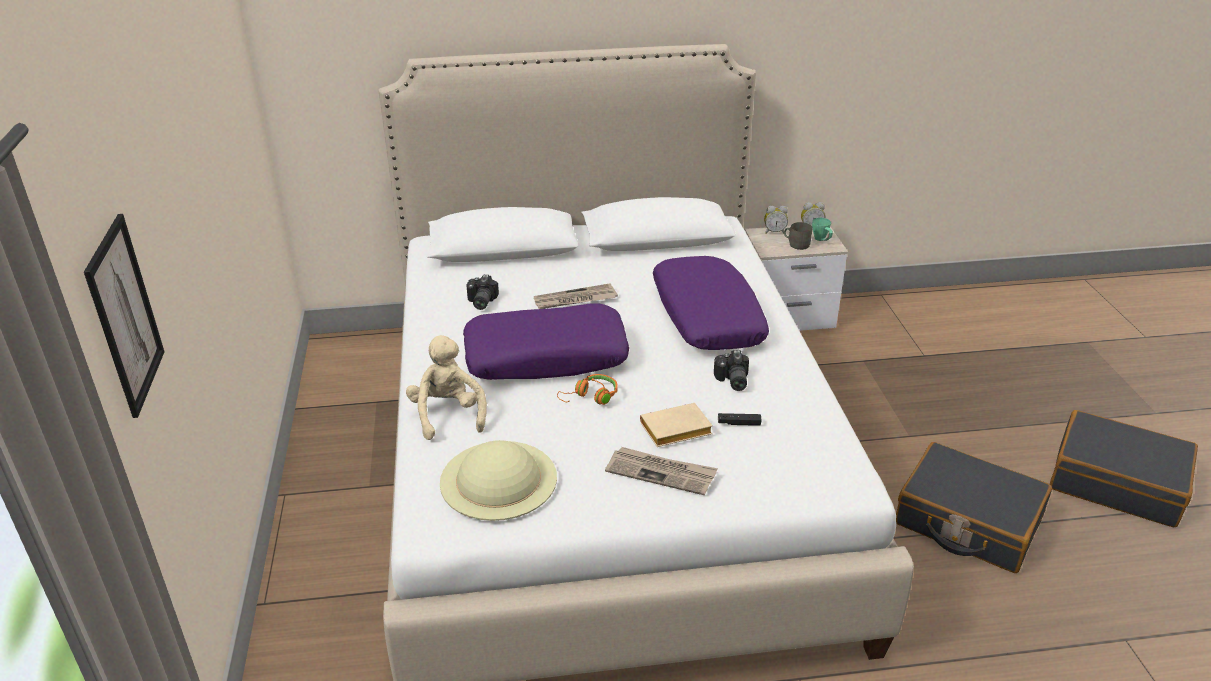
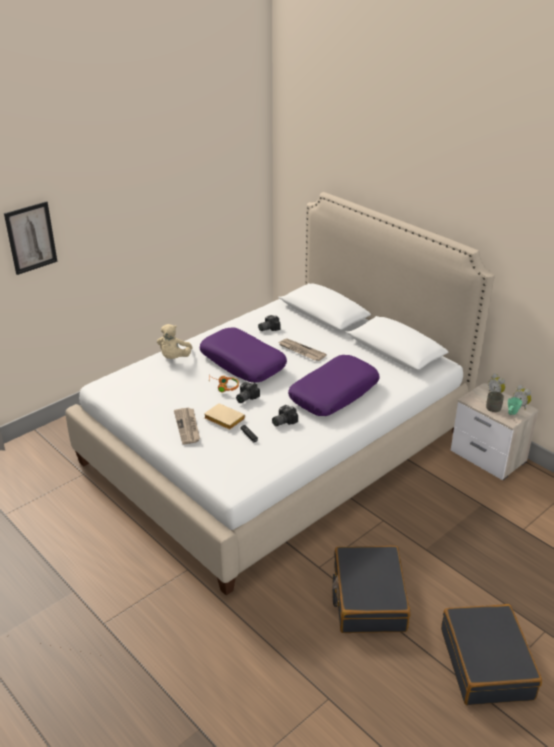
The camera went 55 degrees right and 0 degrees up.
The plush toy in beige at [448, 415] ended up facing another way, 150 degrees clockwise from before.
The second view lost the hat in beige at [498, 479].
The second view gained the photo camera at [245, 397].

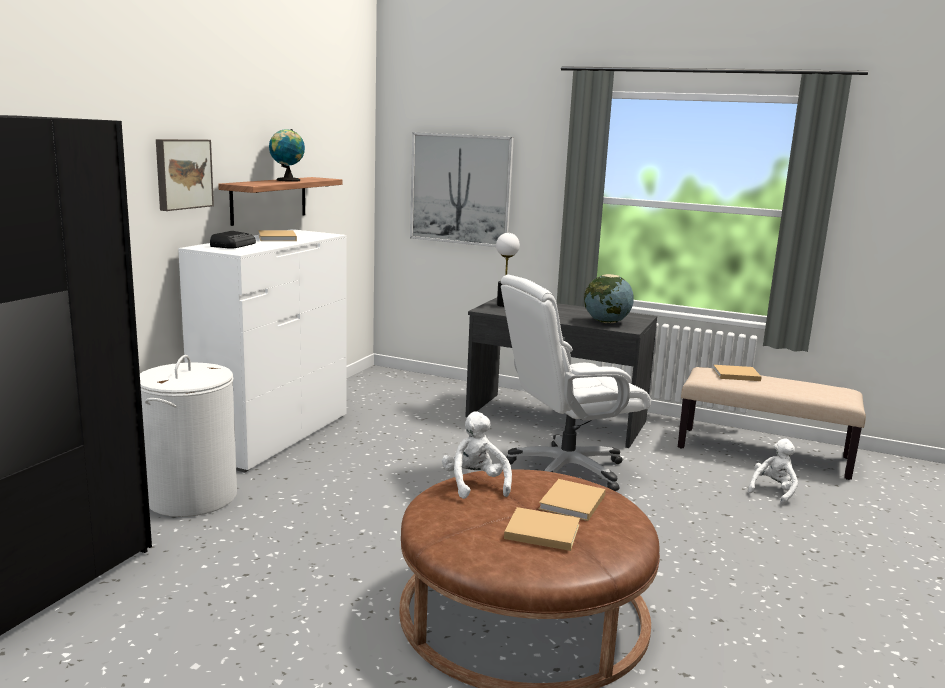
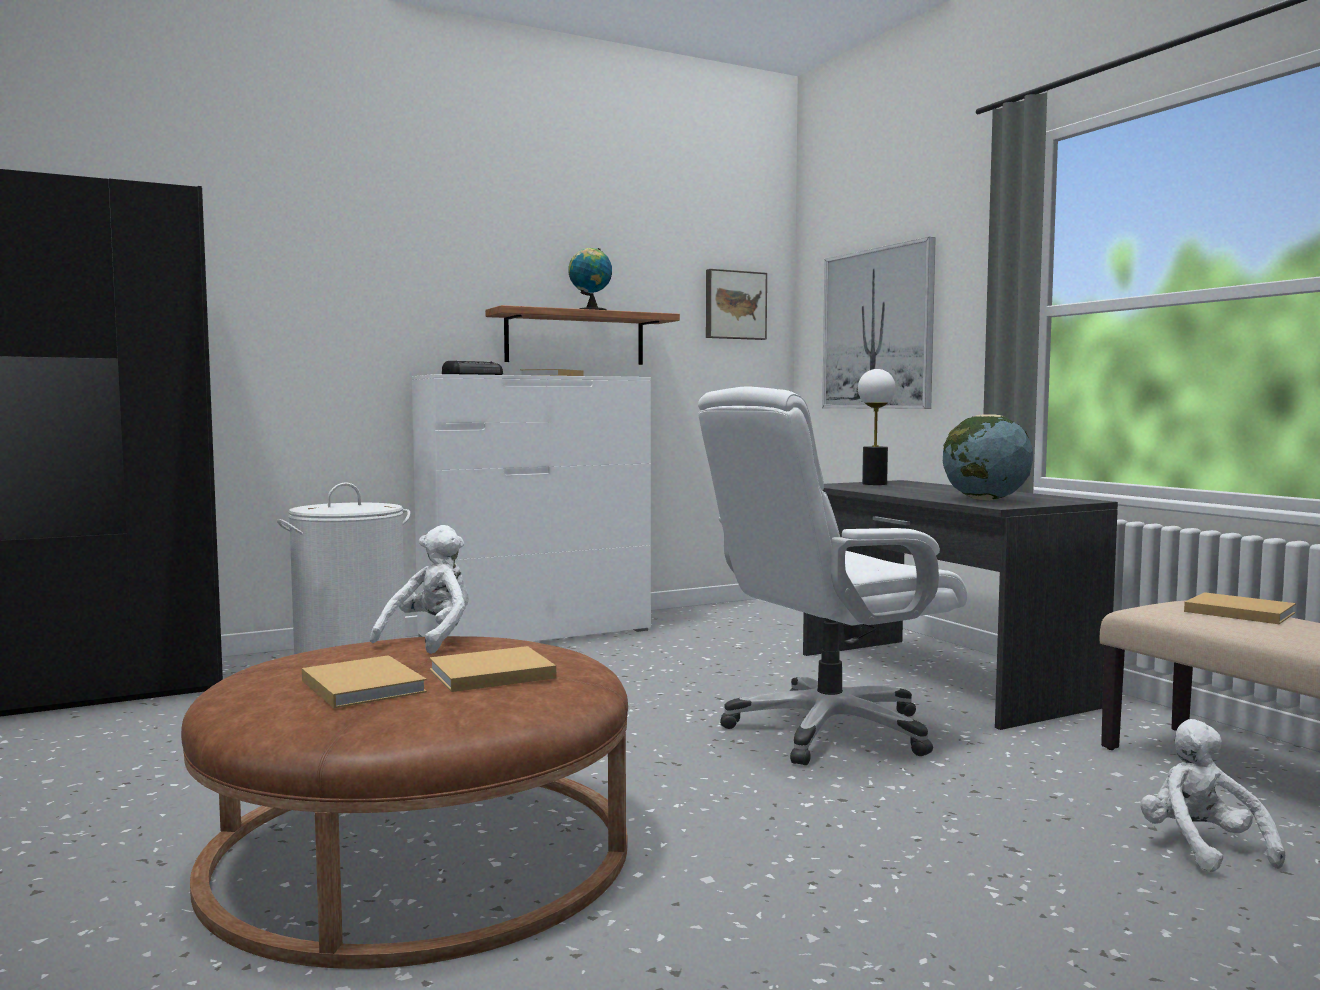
The camera went 40 degrees right and 10 degrees down.
The picture ended up elsewhere, having gone from [182, 174] to [734, 305].
The office chair in white at [565, 470] ended up facing another way, 45 degrees counterclockwise from before.
The plush toy in white at [773, 492] ended up facing another way, 90 degrees counterclockwise from before.

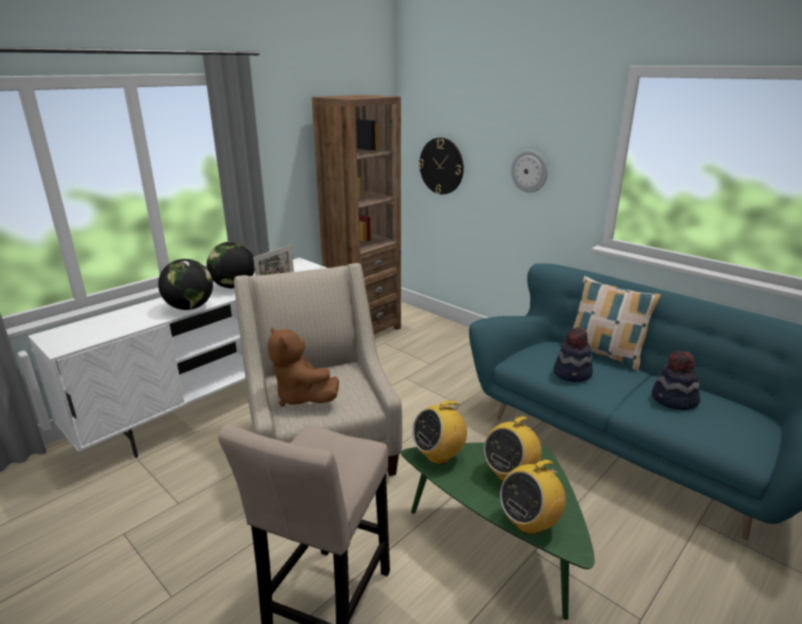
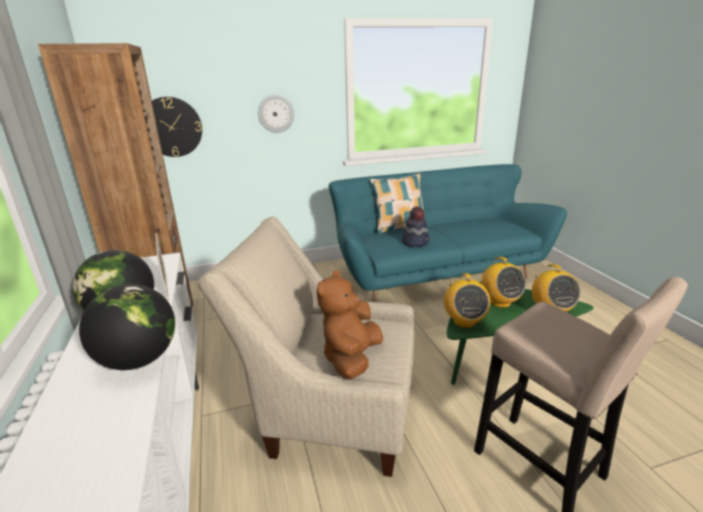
The camera went 60 degrees left and 0 degrees up.
The plush toy in brown at [301, 397] ended up facing another way, 120 degrees clockwise from before.
The second view lost the hat at [674, 400].

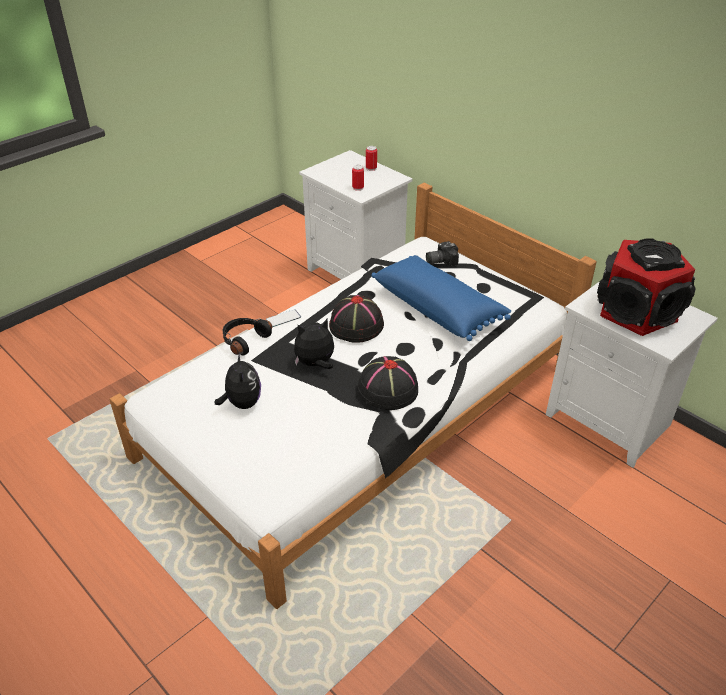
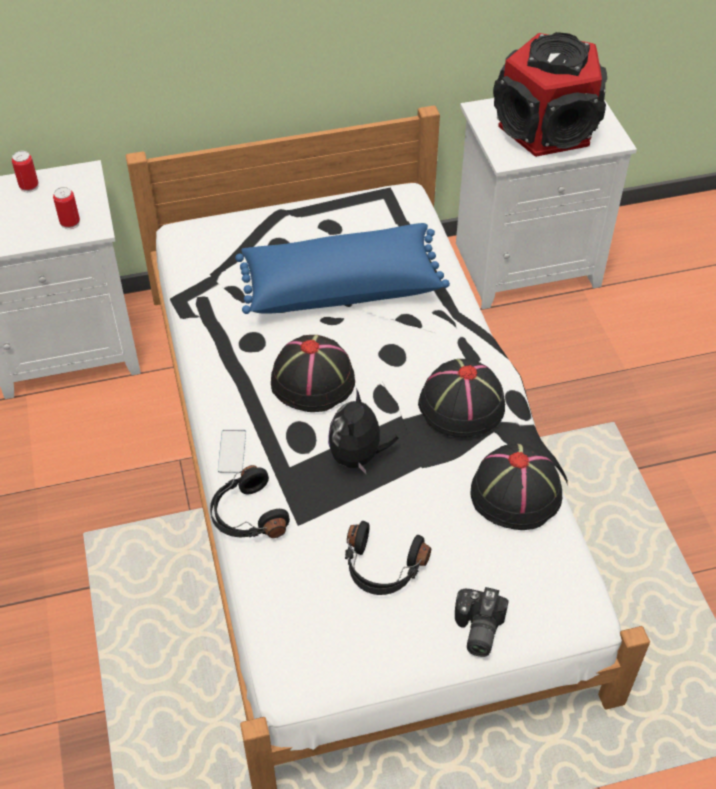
The camera went 60 degrees left and 10 degrees up.
Where the plush toy stood at [242, 403], the headphones in black came to stand at [382, 568].
The photo camera ended up elsewhere, having gone from [440, 260] to [476, 629].
The second view gained the hat in black at [516, 493].

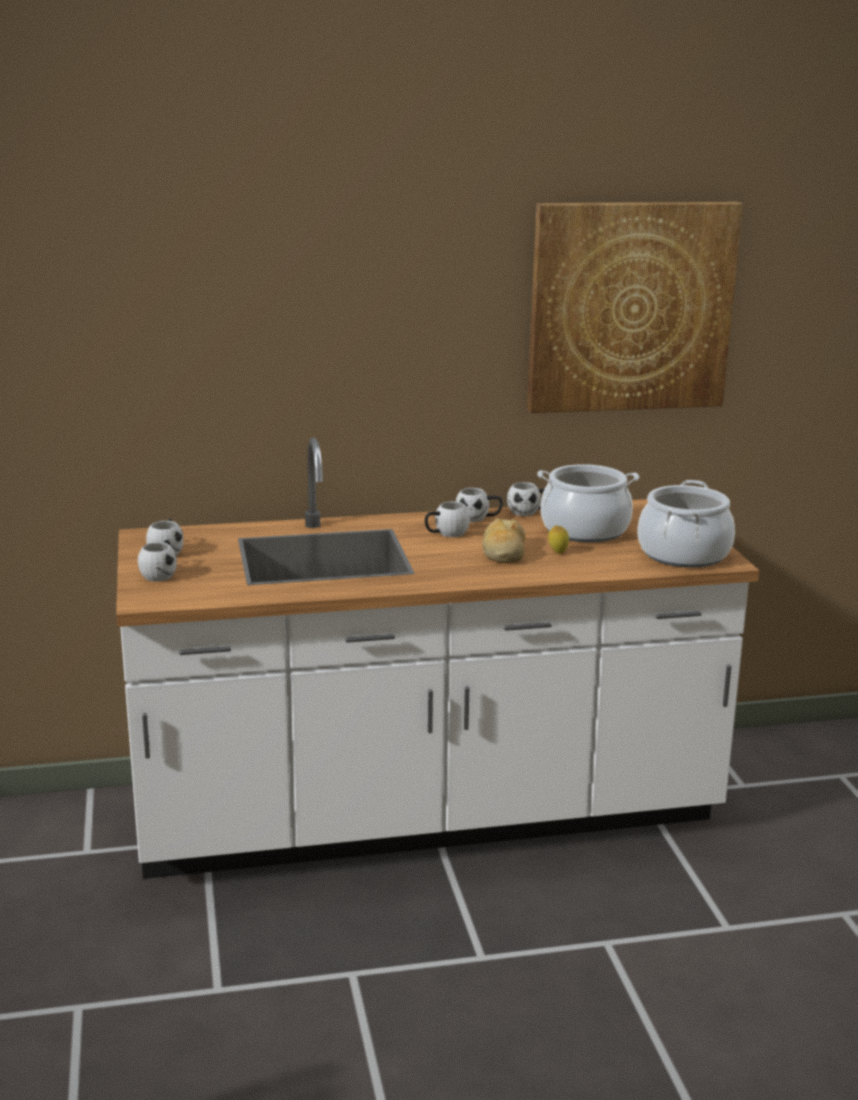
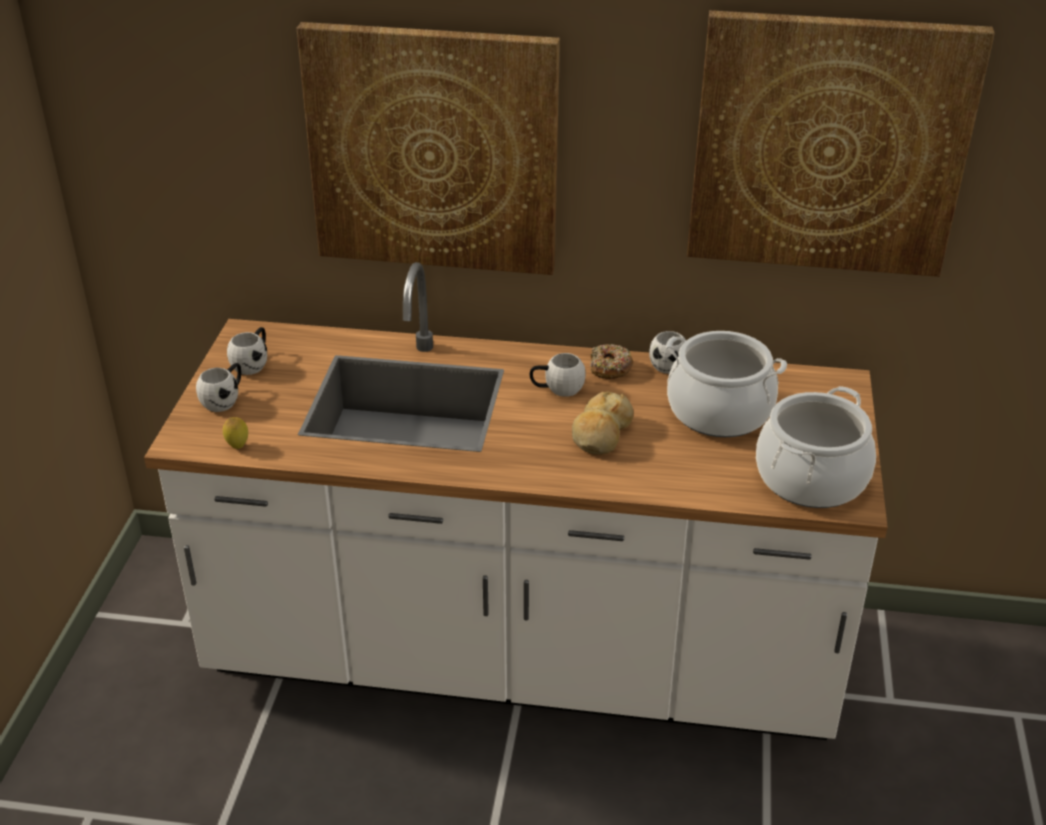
The camera went 20 degrees right and 15 degrees up.
Where the mug in white stood at [478, 518], the donut came to stand at [609, 368].
The lemon ended up elsewhere, having gone from [558, 552] to [237, 446].
The second view gained the picture at [433, 150].

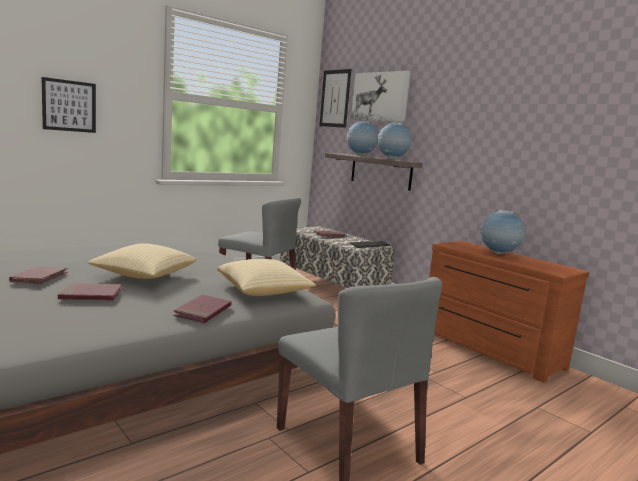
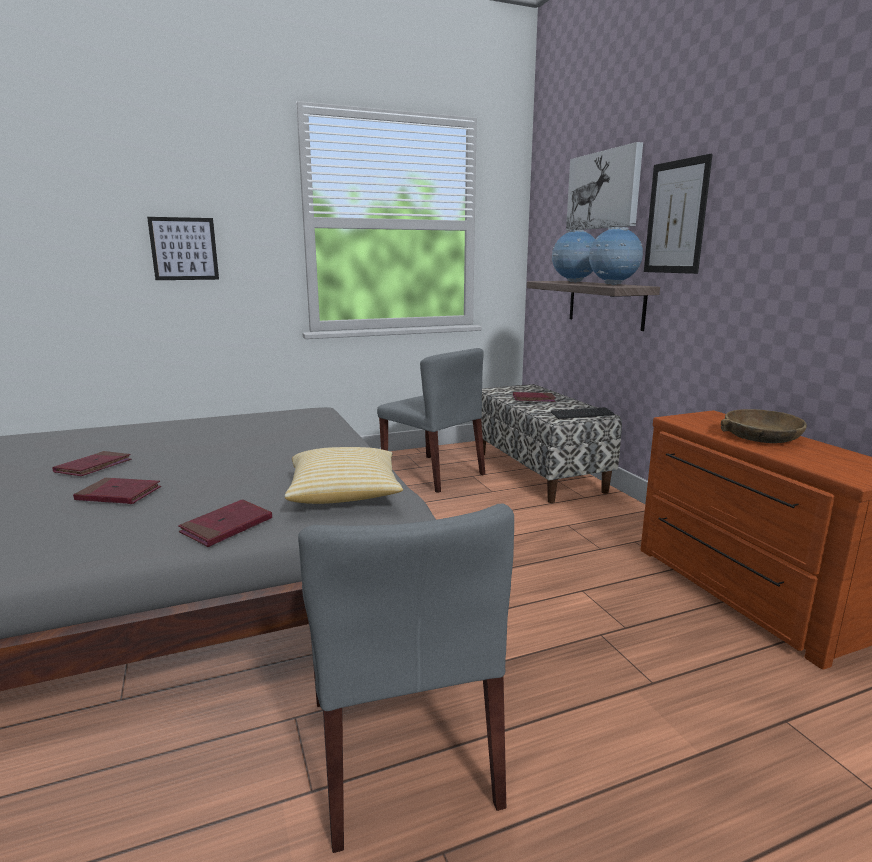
The camera went 20 degrees right and 5 degrees up.
The second view lost the pillow at [144, 276].
The picture ended up elsewhere, having gone from [335, 98] to [676, 217].
Where the globe stood at [498, 254], the bowl in brown came to stand at [761, 437].

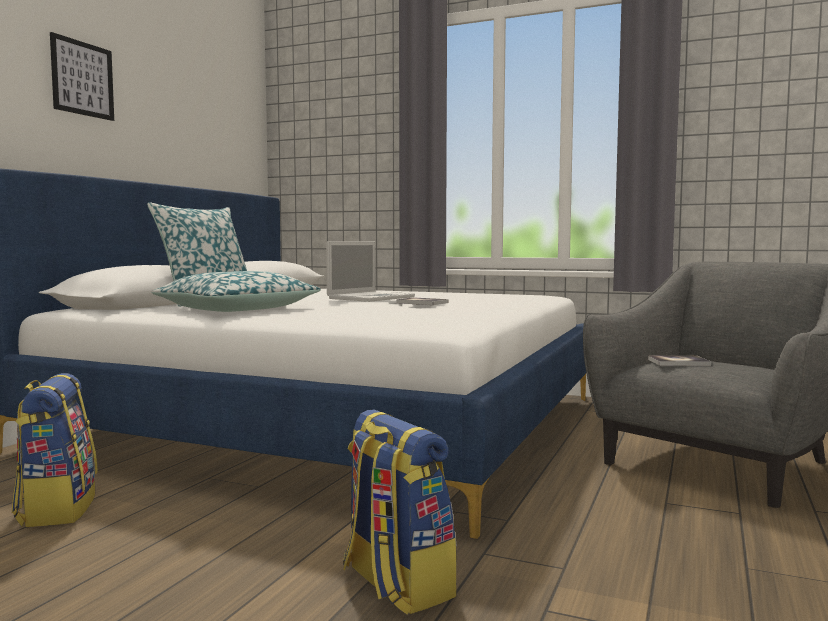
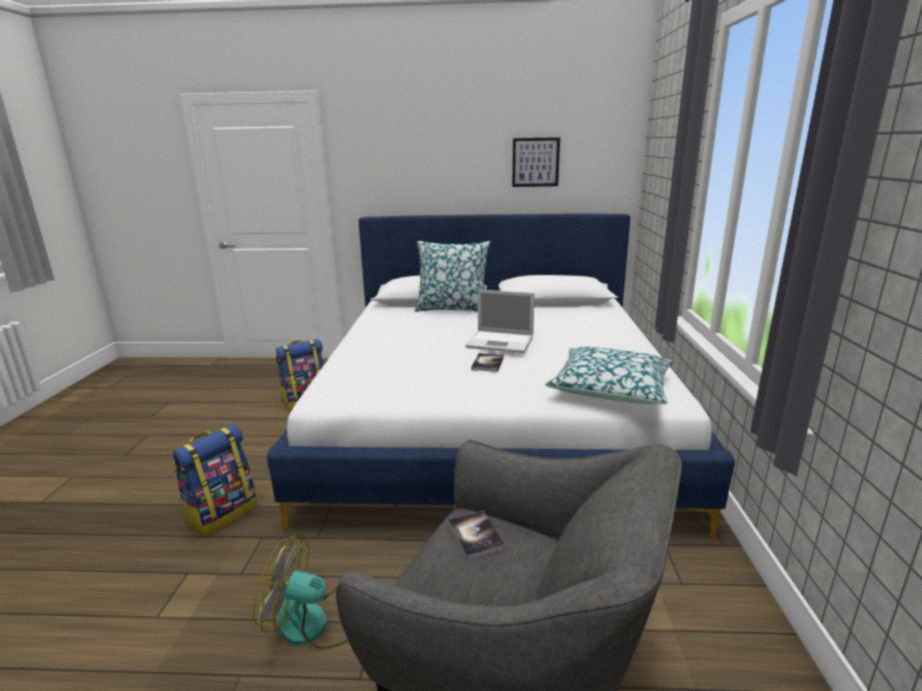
The camera went 70 degrees right and 15 degrees up.
The picture ended up elsewhere, having gone from [82, 78] to [535, 162].
The pillow ended up elsewhere, having gone from [237, 309] to [610, 388].
The second view gained the fan at [314, 623].

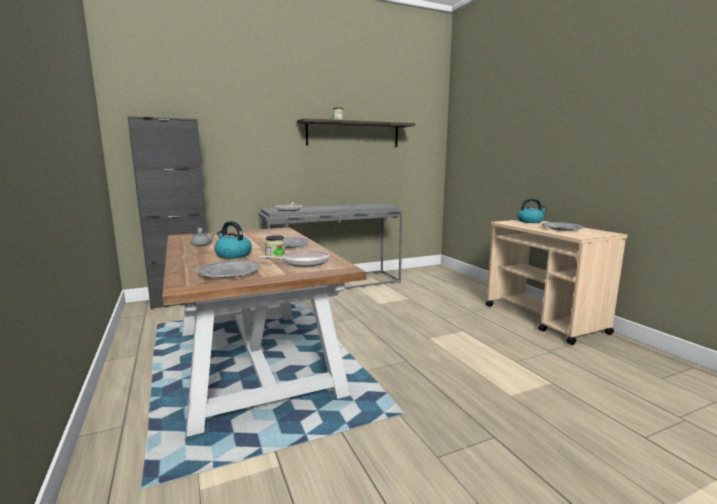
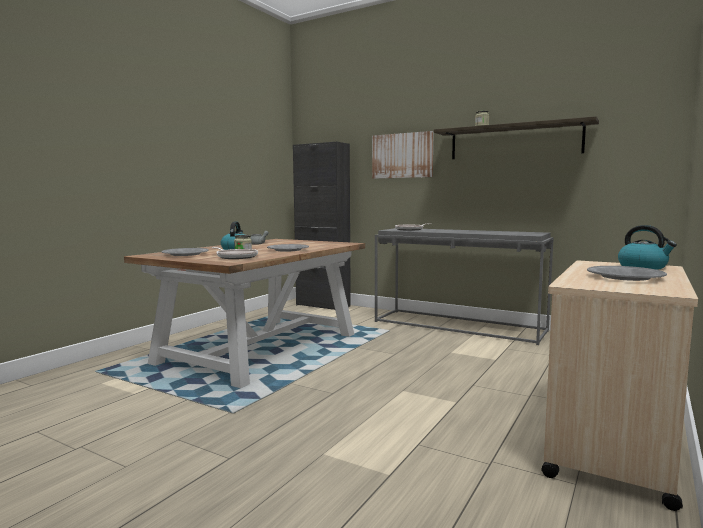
The camera went 55 degrees right and 5 degrees down.
The second view gained the picture at [402, 155].

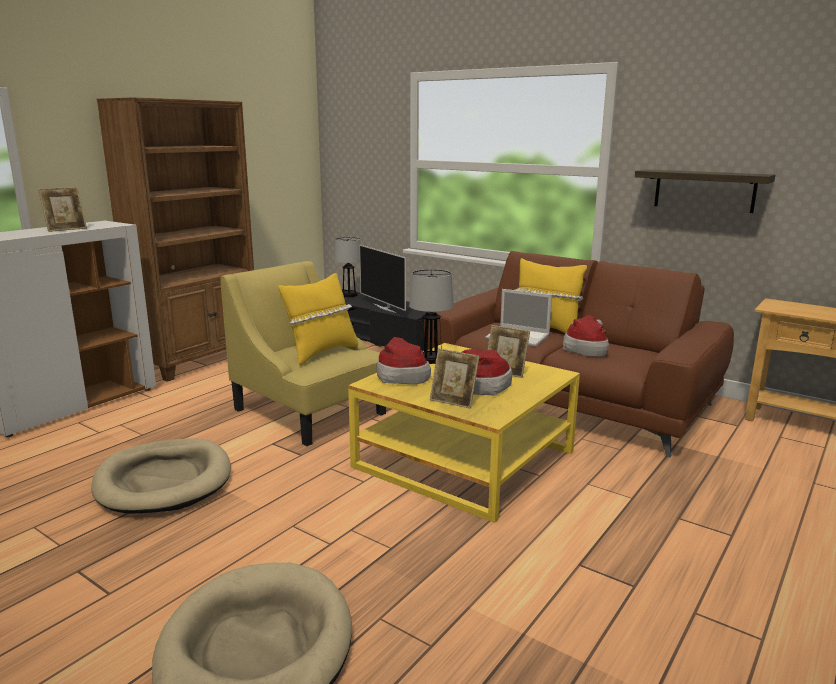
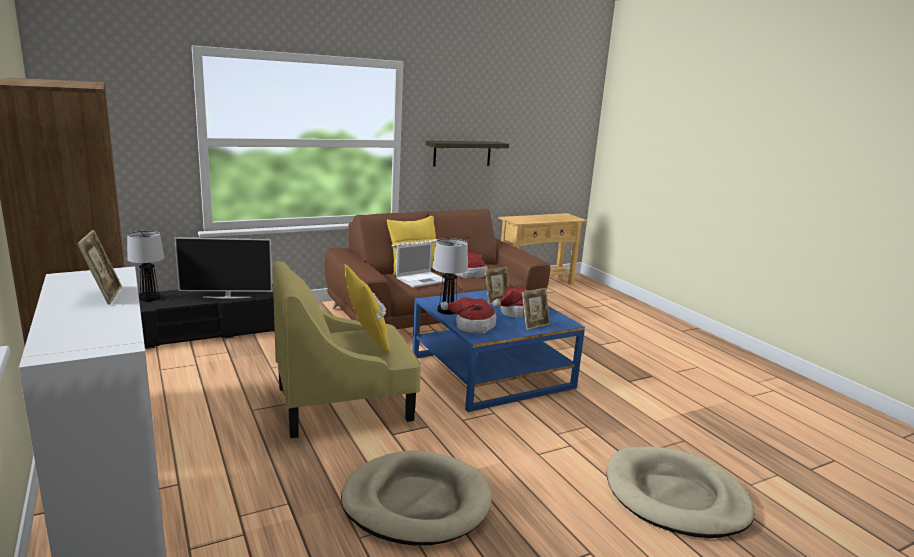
The camera went 65 degrees left and 0 degrees up.
What was the coffee table in yellow at [464, 459] turned into the coffee table in blue at [491, 371].

